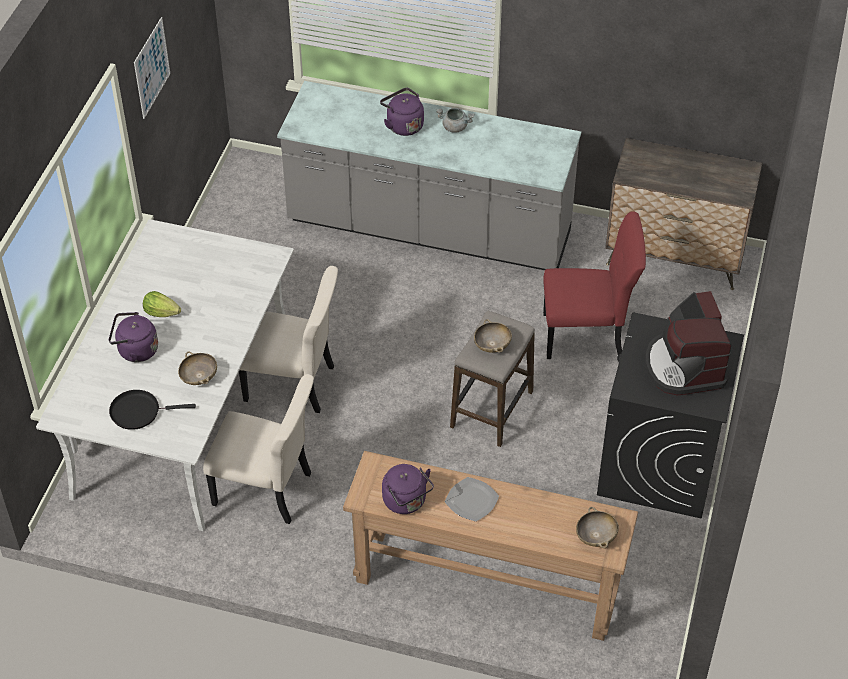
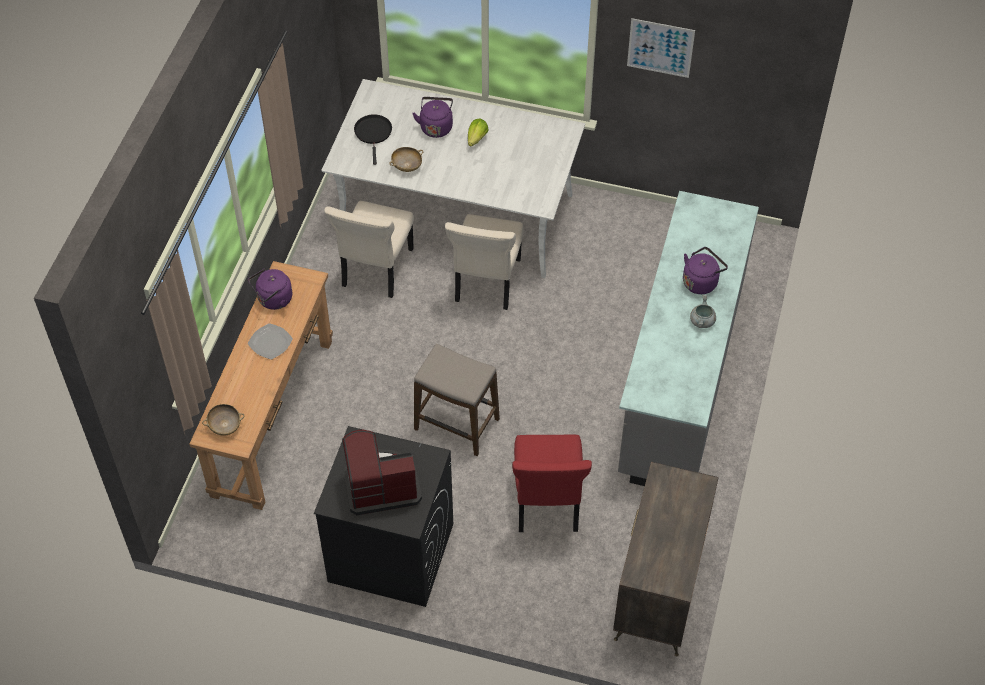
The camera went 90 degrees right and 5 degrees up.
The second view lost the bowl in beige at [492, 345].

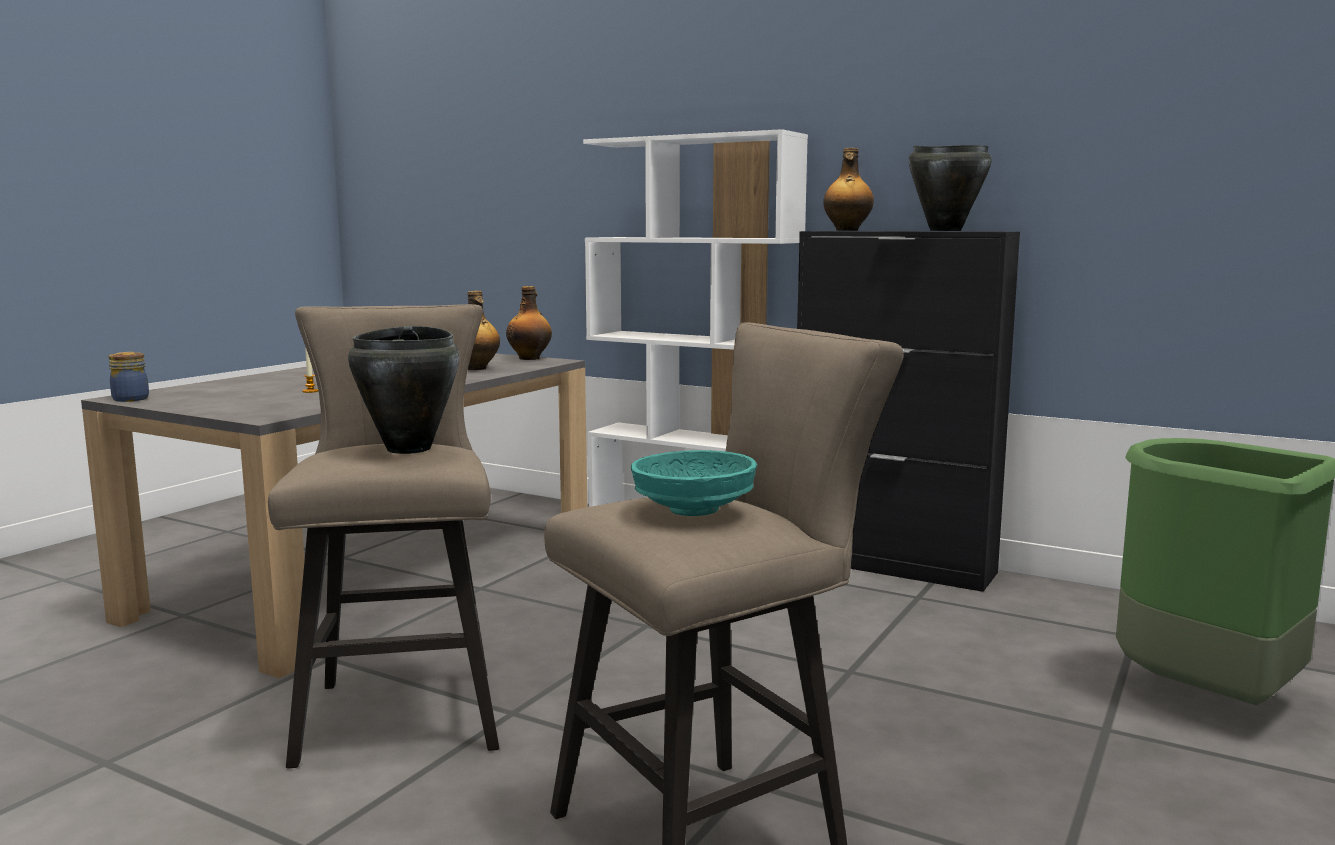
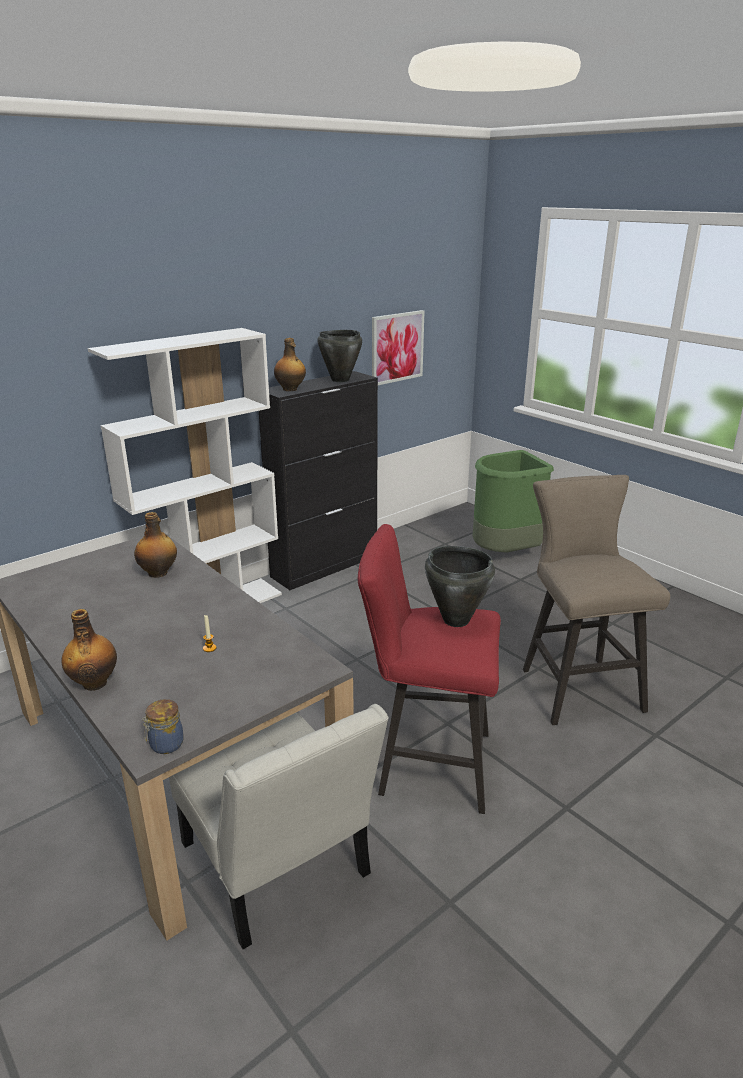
The camera went 70 degrees left and 15 degrees up.
What was the stool in beige at [403, 708] turned into the stool in red at [426, 763].
The bottle ended up elsewhere, having gone from [530, 358] to [95, 682].
The second view lost the bowl in turquoise at [694, 510].
The second view gained the chair in white at [278, 867].
The second view gained the picture at [397, 347].

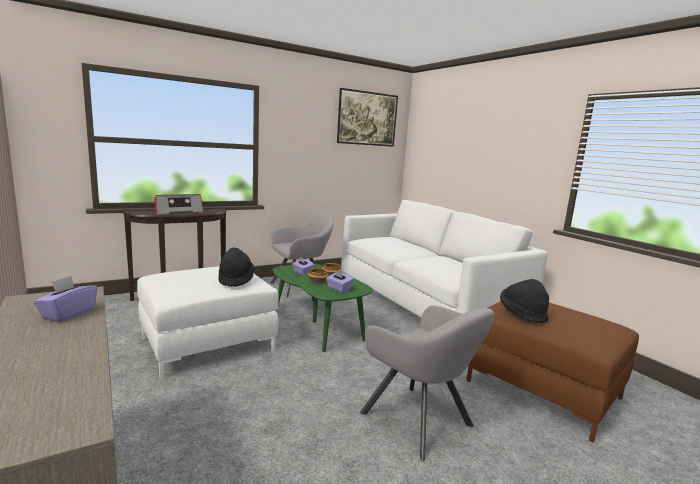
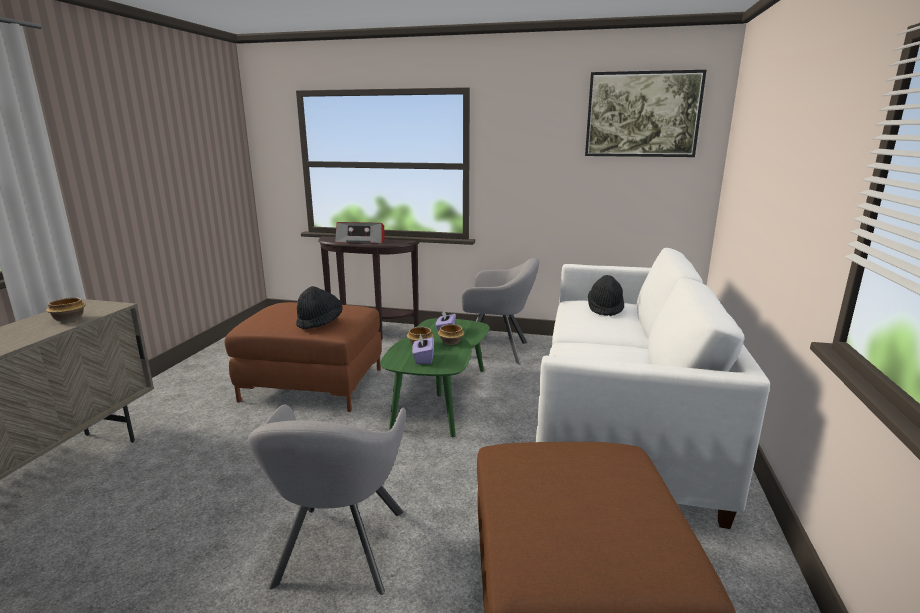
The camera went 45 degrees right and 5 degrees up.
Where the tissue box in purple stood at [68, 313], the bowl came to stand at [68, 319].
What was the ottoman in white at [208, 344] turned into the ottoman in brown at [314, 384].
The hat in black ended up elsewhere, having gone from [522, 314] to [605, 309].

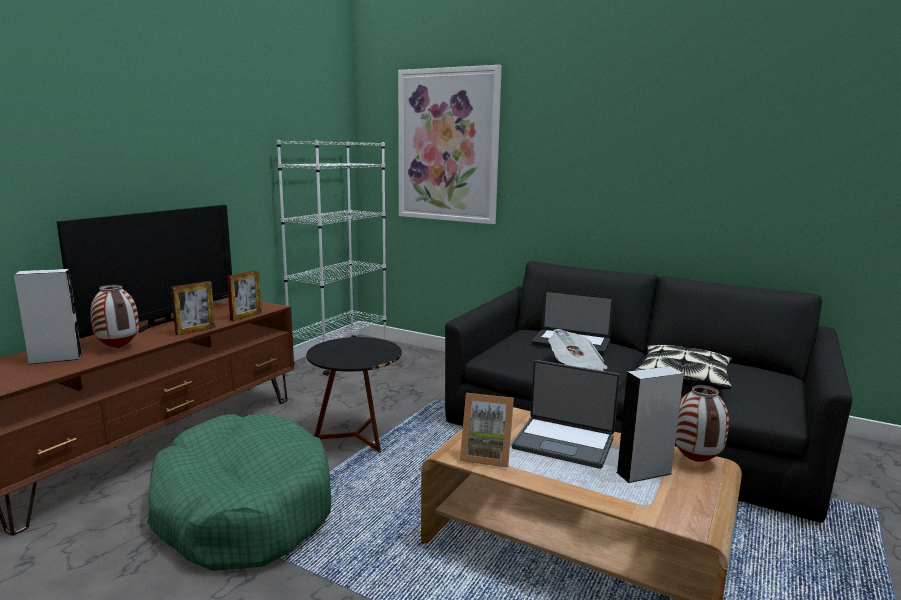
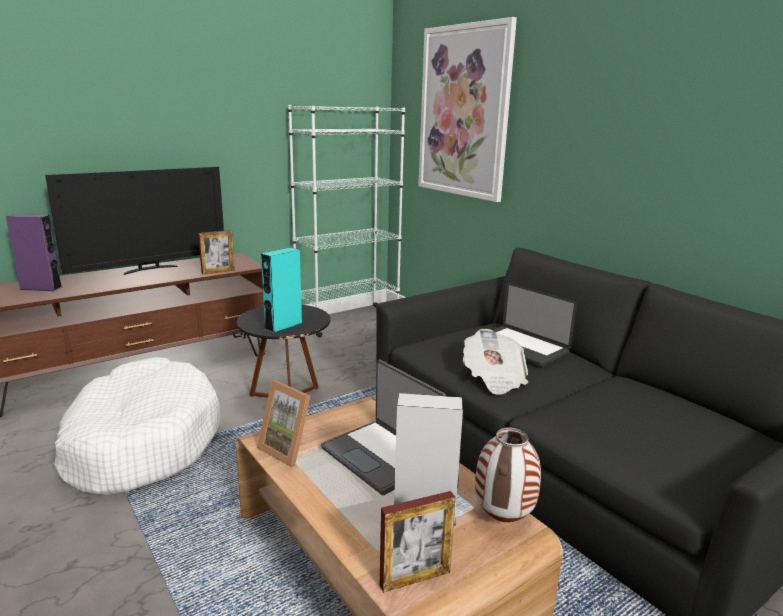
The camera went 25 degrees right and 5 degrees up.
What was the speaker in grey at [56, 359] turned into the speaker in purple at [41, 288].
The second view lost the vase at [118, 348].
What was the dog bed in green at [243, 508] turned into the dog bed in white at [141, 442].
The picture frame ended up elsewhere, having gone from [195, 331] to [415, 578].
The second view lost the pillow at [683, 378].
The second view gained the speaker in turquoise at [283, 326].

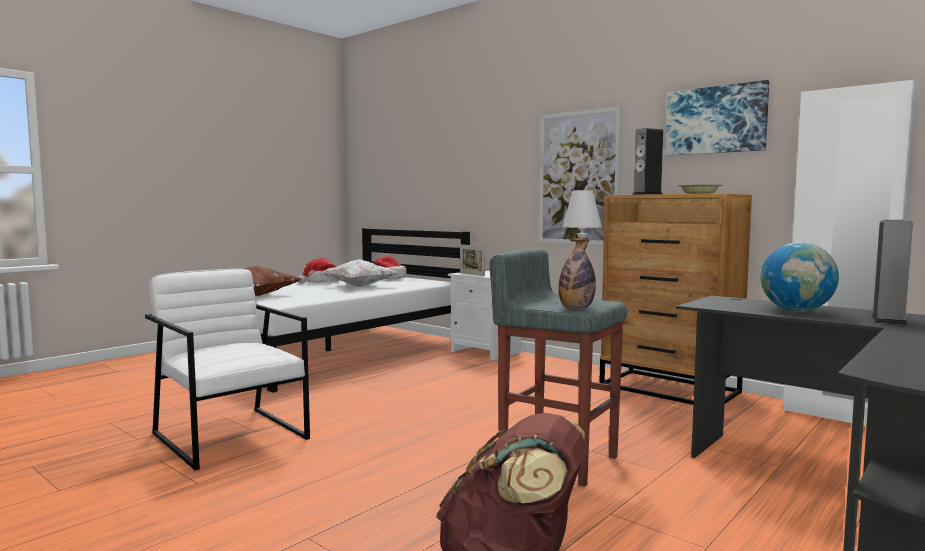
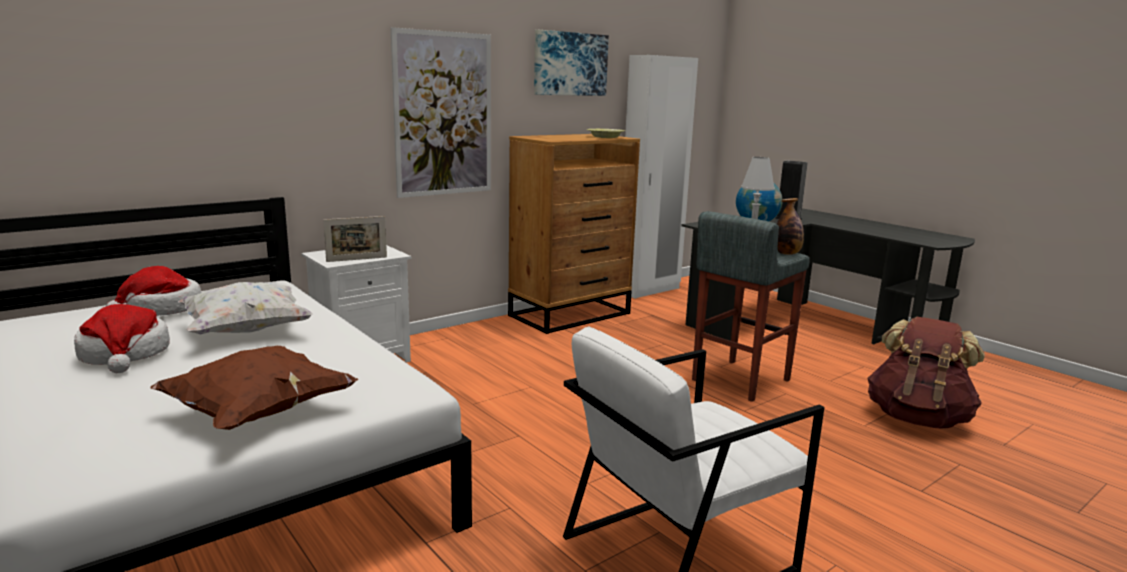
The camera went 80 degrees left and 10 degrees up.
The second view lost the speaker at [647, 194].

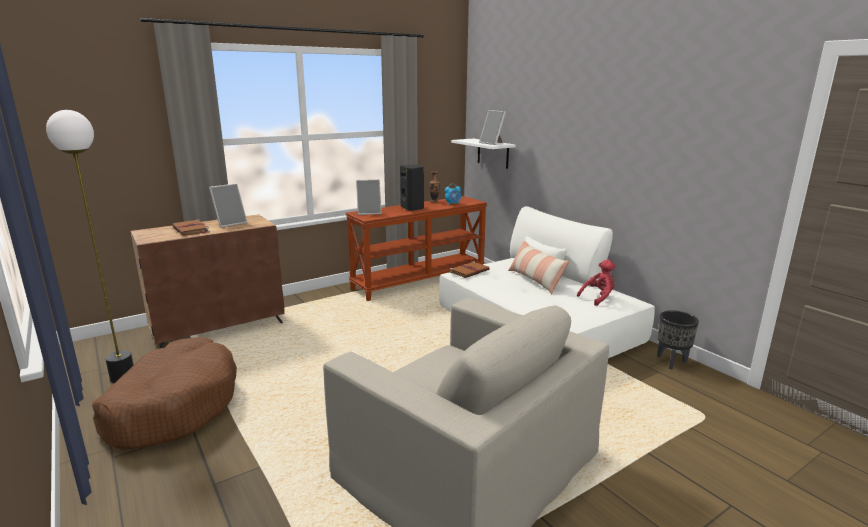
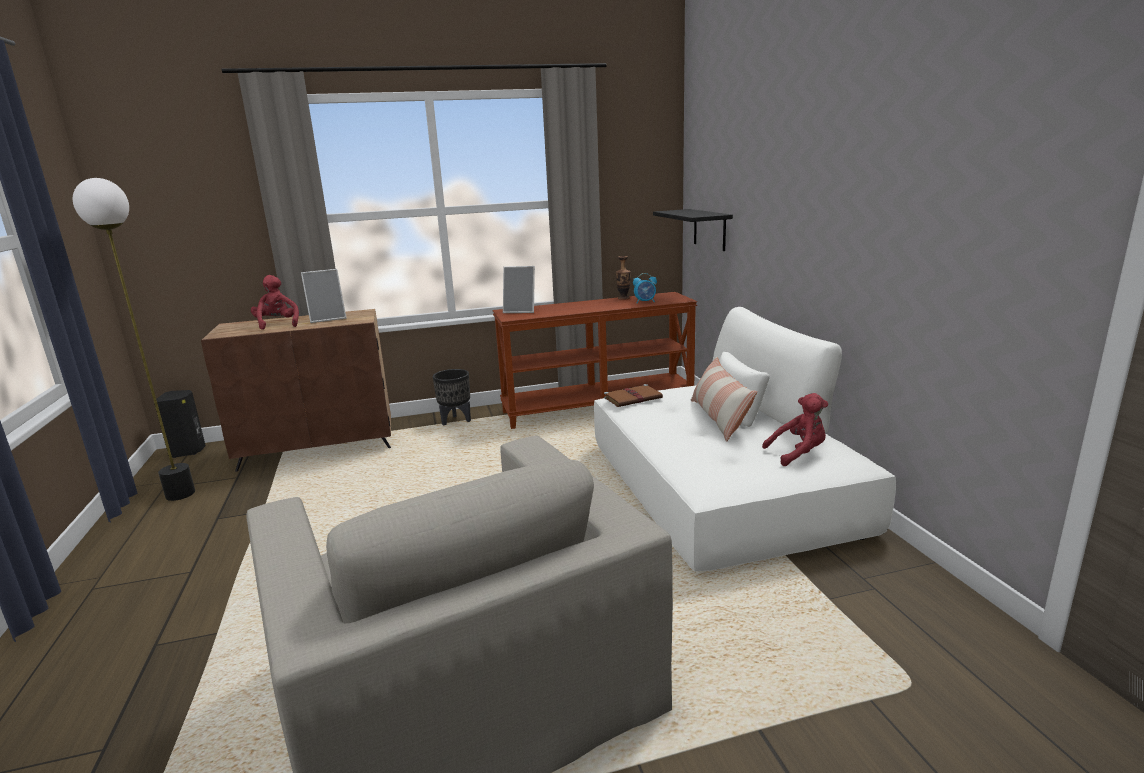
The camera went 20 degrees right and 0 degrees up.
The second view lost the dog bed in brown at [173, 406].
Where the book in brown stood at [191, 230], the plush toy in red came to stand at [277, 324].
The speaker in black ended up elsewhere, having gone from [413, 208] to [188, 451].
What was the shelf in white at [493, 153] turned into the shelf in black at [709, 229].
The second view lost the picture frame at [492, 143].
The planter in black ended up elsewhere, having gone from [671, 362] to [456, 421].

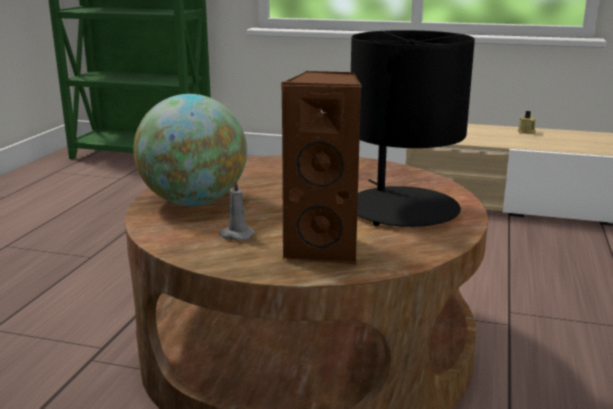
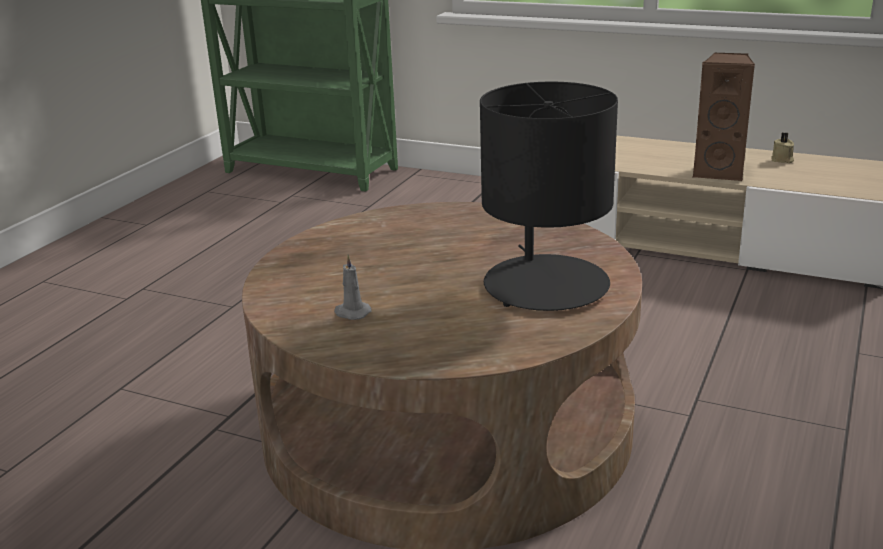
The camera went 10 degrees right and 5 degrees up.
The second view lost the globe at [194, 202].
The speaker in brown ended up elsewhere, having gone from [324, 249] to [719, 172].

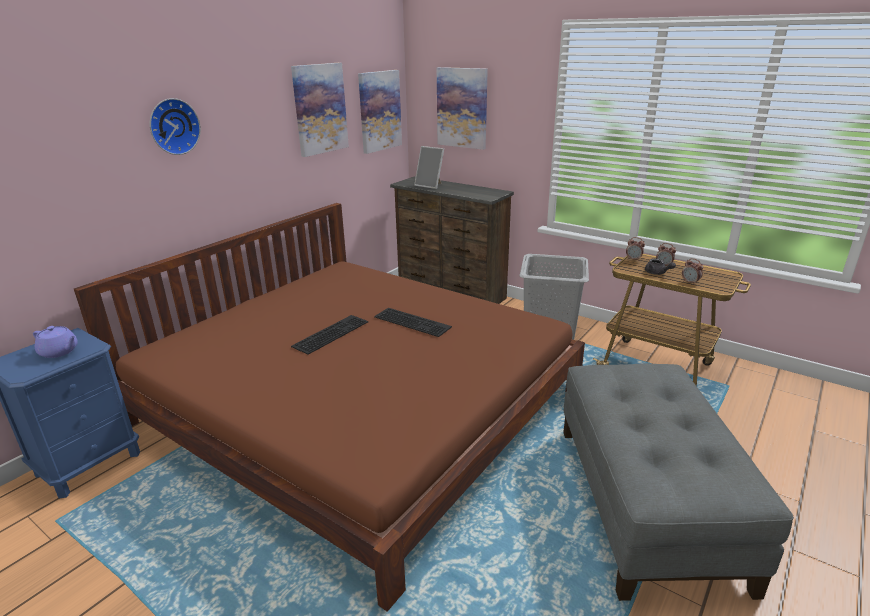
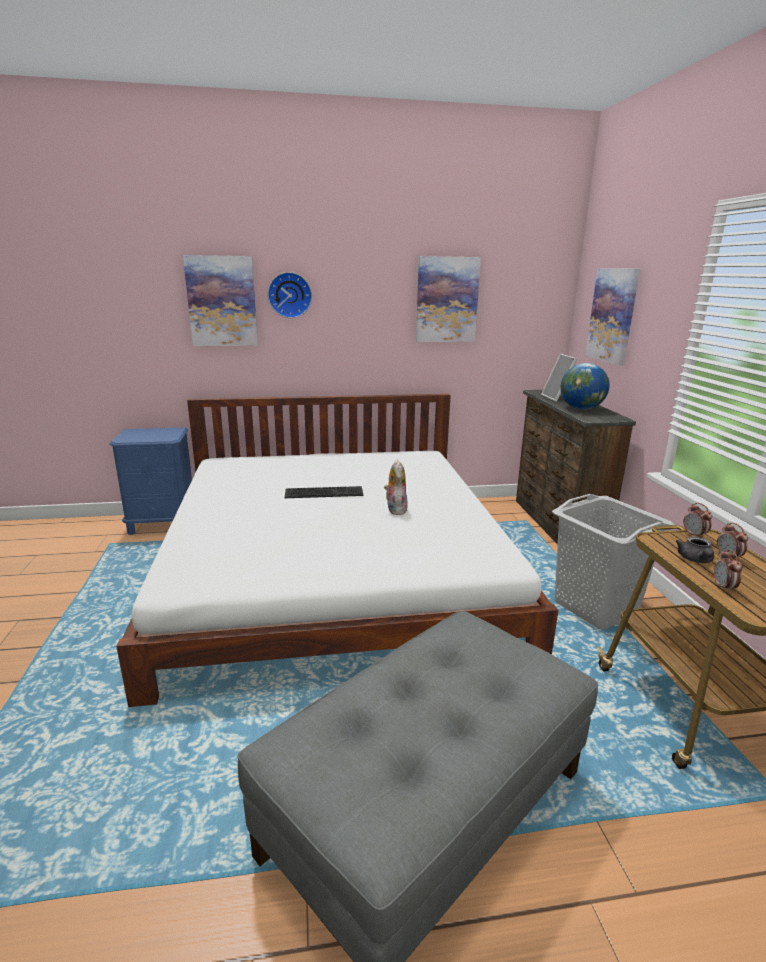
The camera went 45 degrees right and 5 degrees down.
The second view lost the teapot in purple at [60, 352].
What was the bed in brown at [358, 406] turned into the bed in white at [334, 571].
The picture ended up elsewhere, having gone from [379, 111] to [222, 301].
Where the keyboard stood at [413, 321], the plush toy came to stand at [395, 509].
The second view gained the globe at [581, 409].

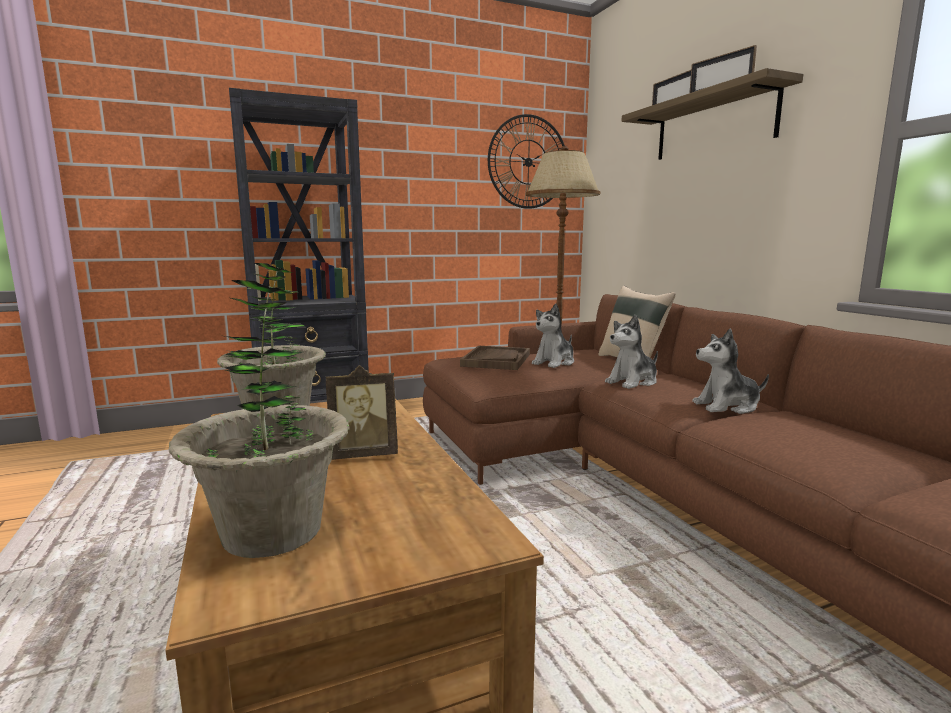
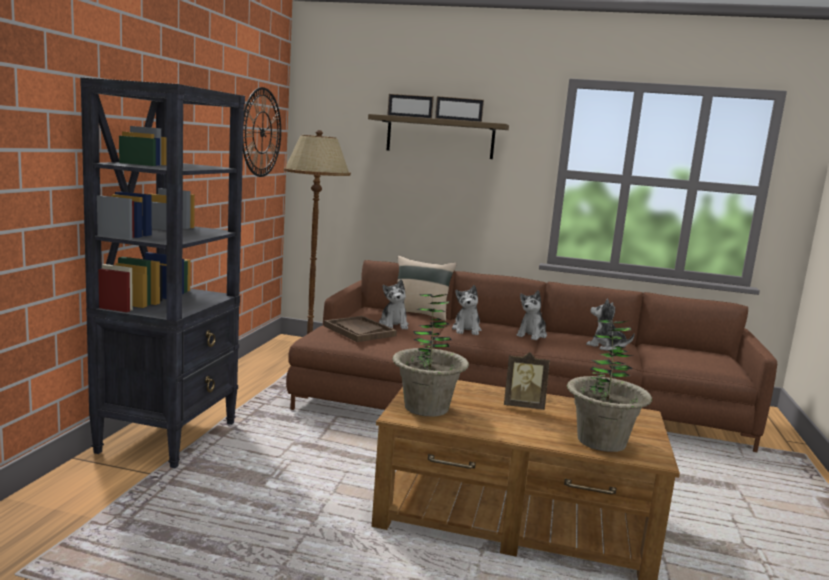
The camera went 55 degrees left and 0 degrees up.
The picture frame at [363, 454] ended up facing another way, 75 degrees clockwise from before.
The second view gained the plush toy at [606, 347].

